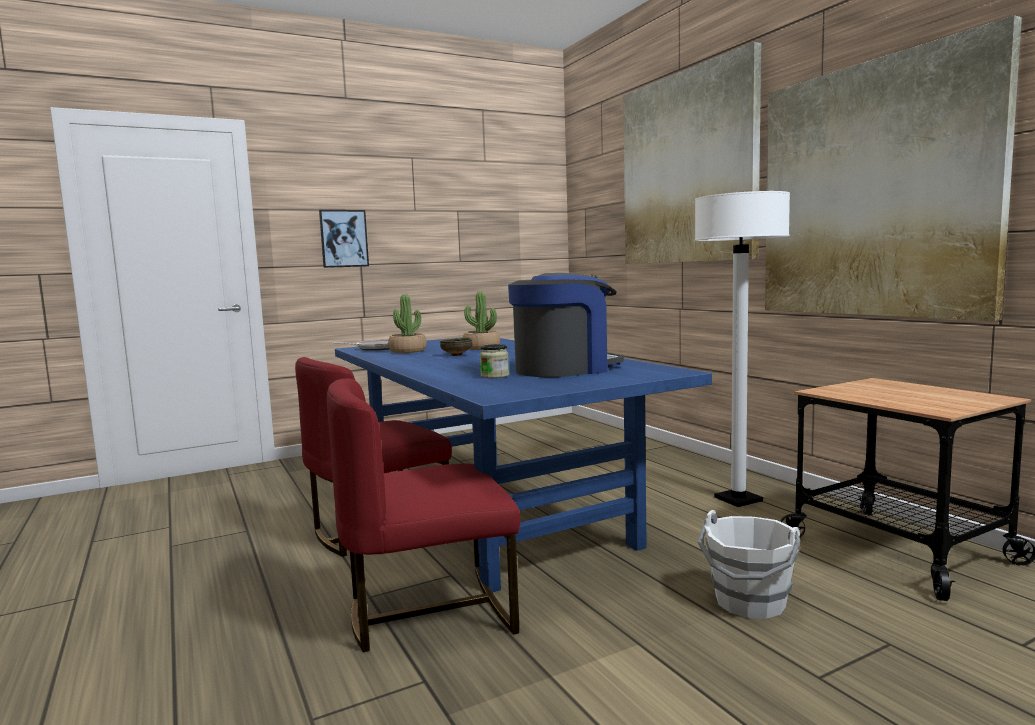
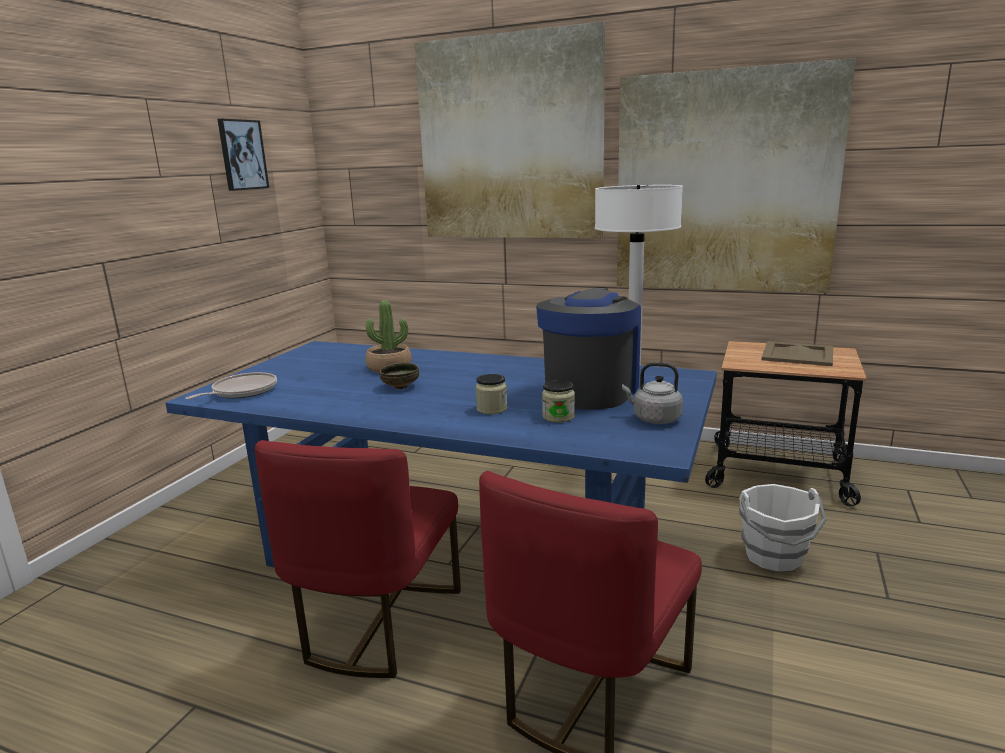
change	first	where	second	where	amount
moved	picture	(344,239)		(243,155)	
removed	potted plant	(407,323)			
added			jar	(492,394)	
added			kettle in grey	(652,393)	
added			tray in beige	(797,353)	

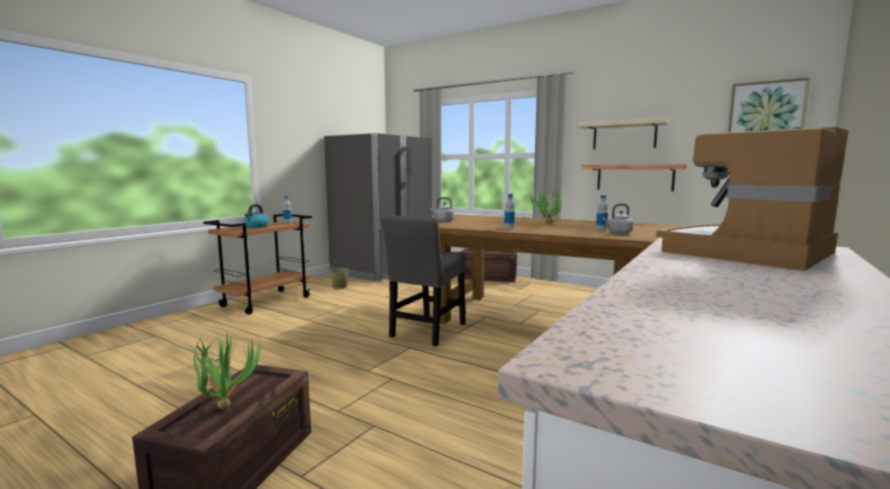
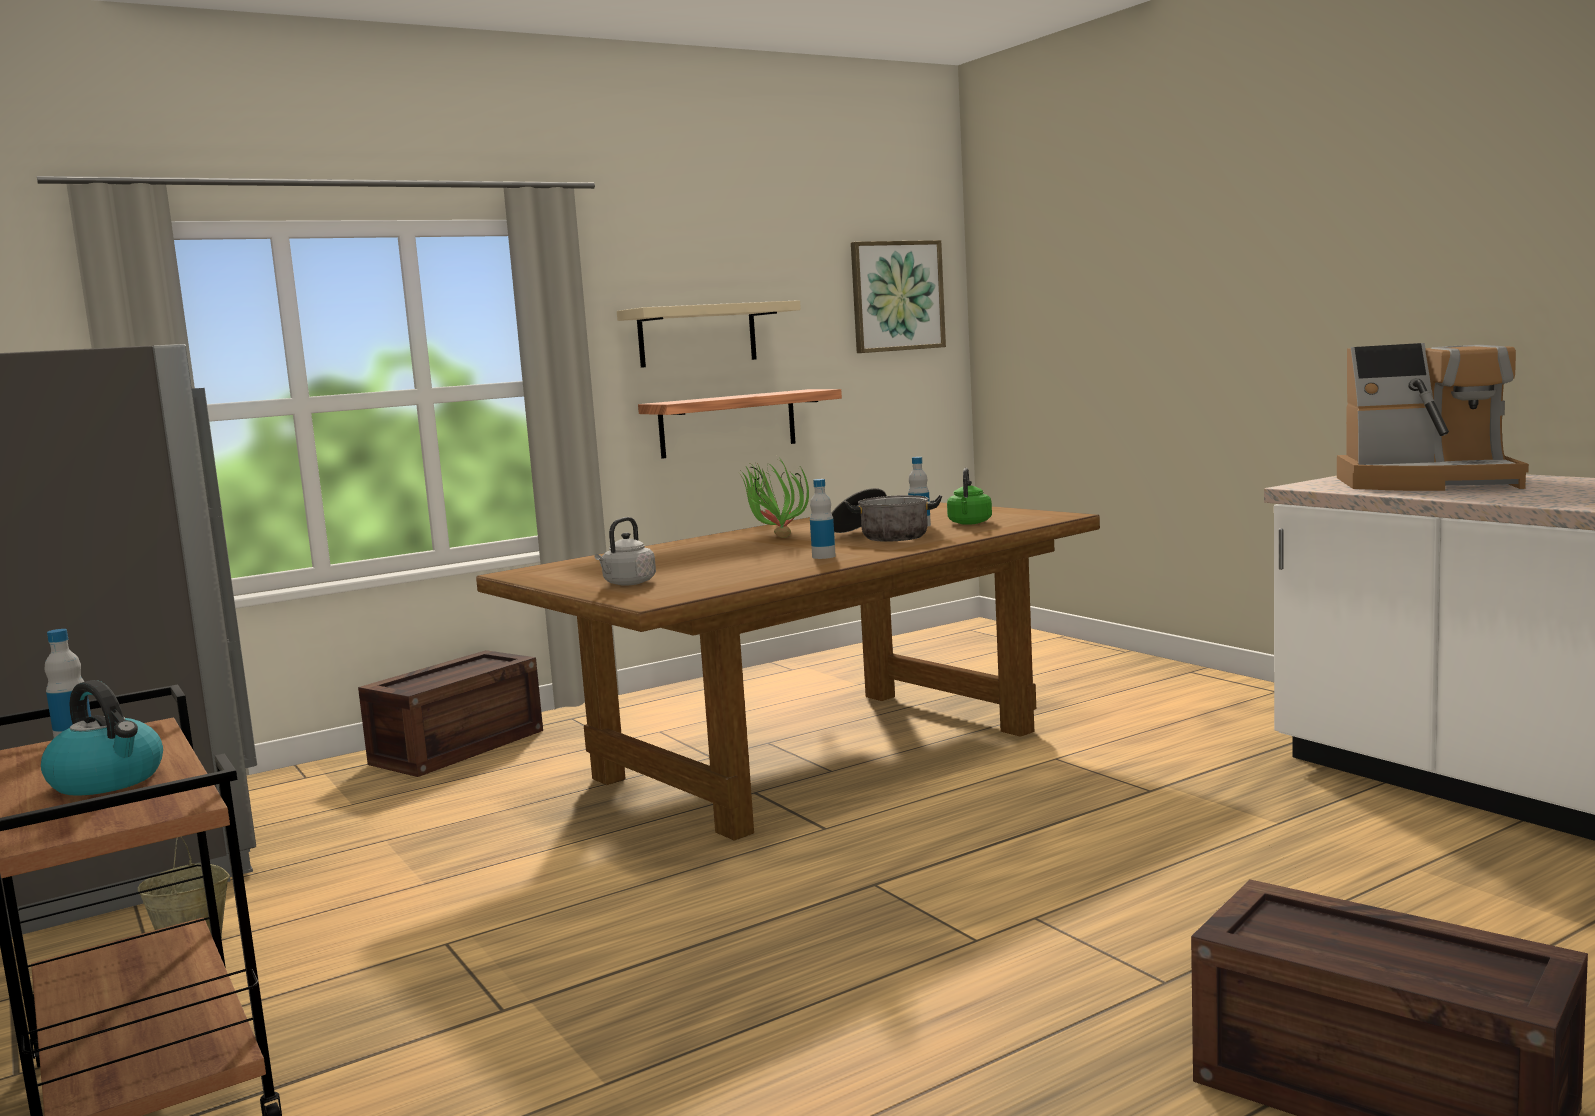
change	first	where	second	where	amount
removed	potted plant	(226,371)			
removed	chair in grey	(423,280)			
recoloured	kettle in grey	(618,219)	kettle in green	(969,496)	
turned	coffee machine	(752,199)		(1433,417)	60 degrees counterclockwise
added			cooking pot	(886,515)	

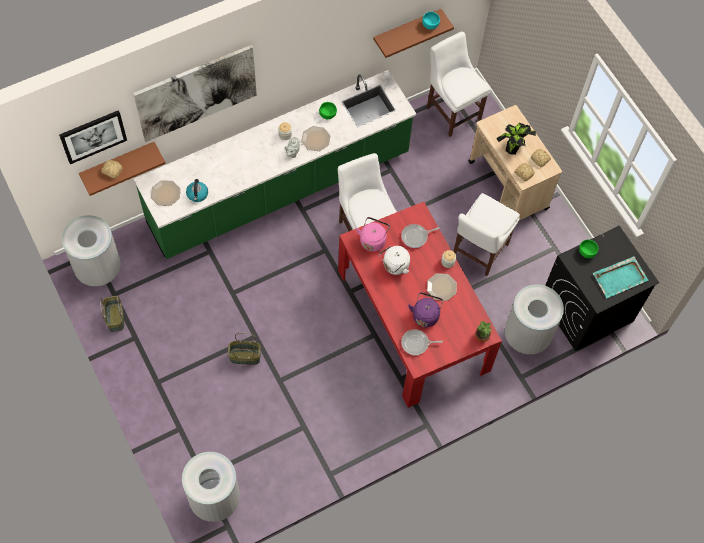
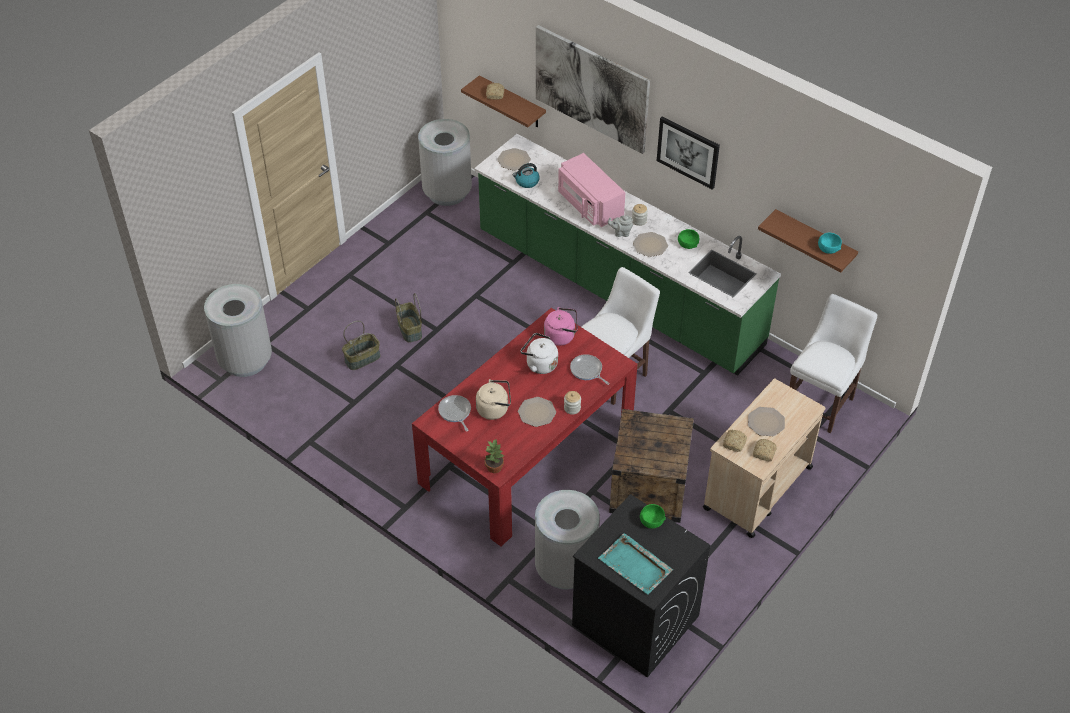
change	first	where	second	where	amount
moved	picture	(93,137)		(688,153)	
moved	basket	(112,313)		(361,345)	
recoloured	kettle in purple	(425,309)	kettle in beige	(493,399)	
replaced	chair in white	(486,234)	crate	(651,466)	
replaced	potted plant	(516,138)	plate	(766,421)	
added			microwave in pink	(592,190)	

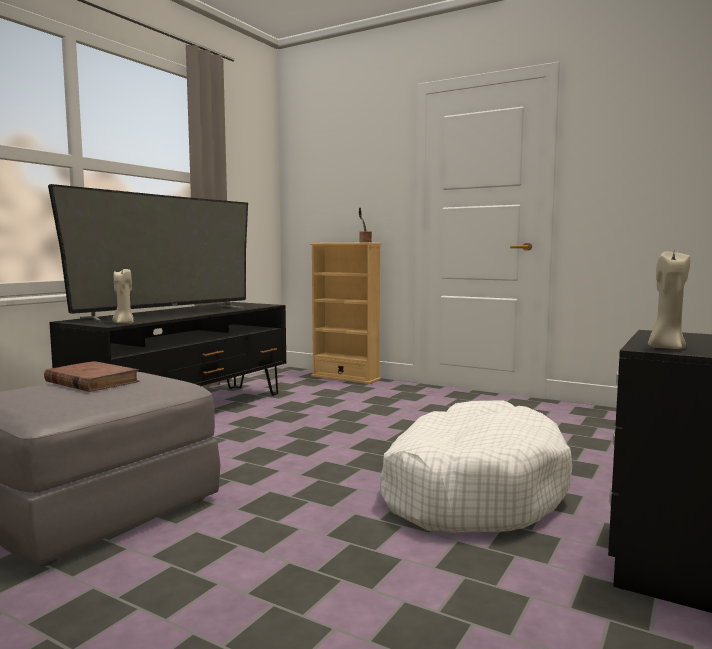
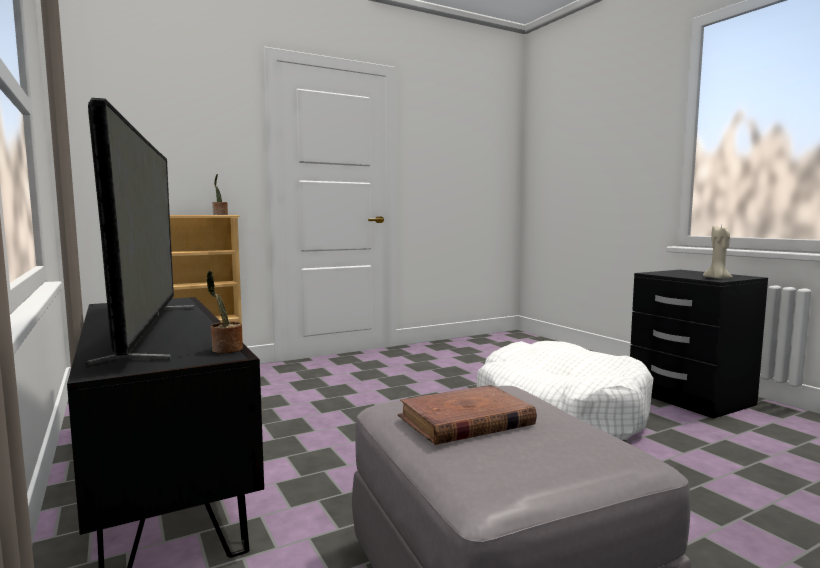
change	first	where	second	where	amount
replaced	candle in beige	(123,296)	potted plant	(224,311)	

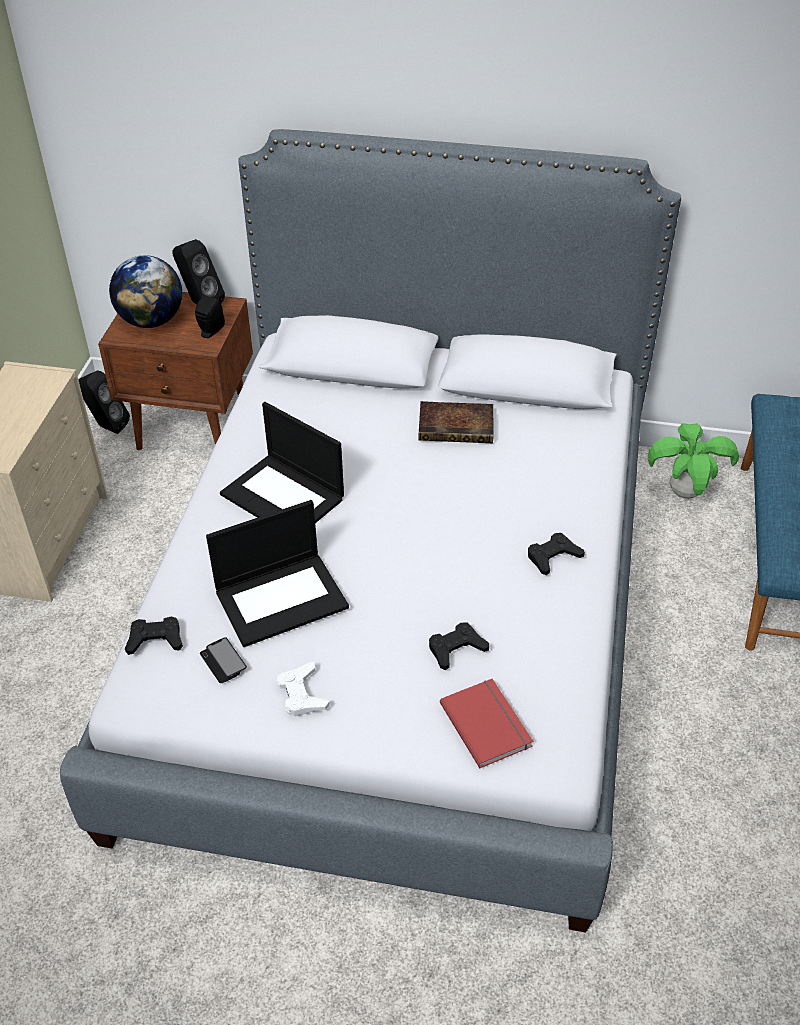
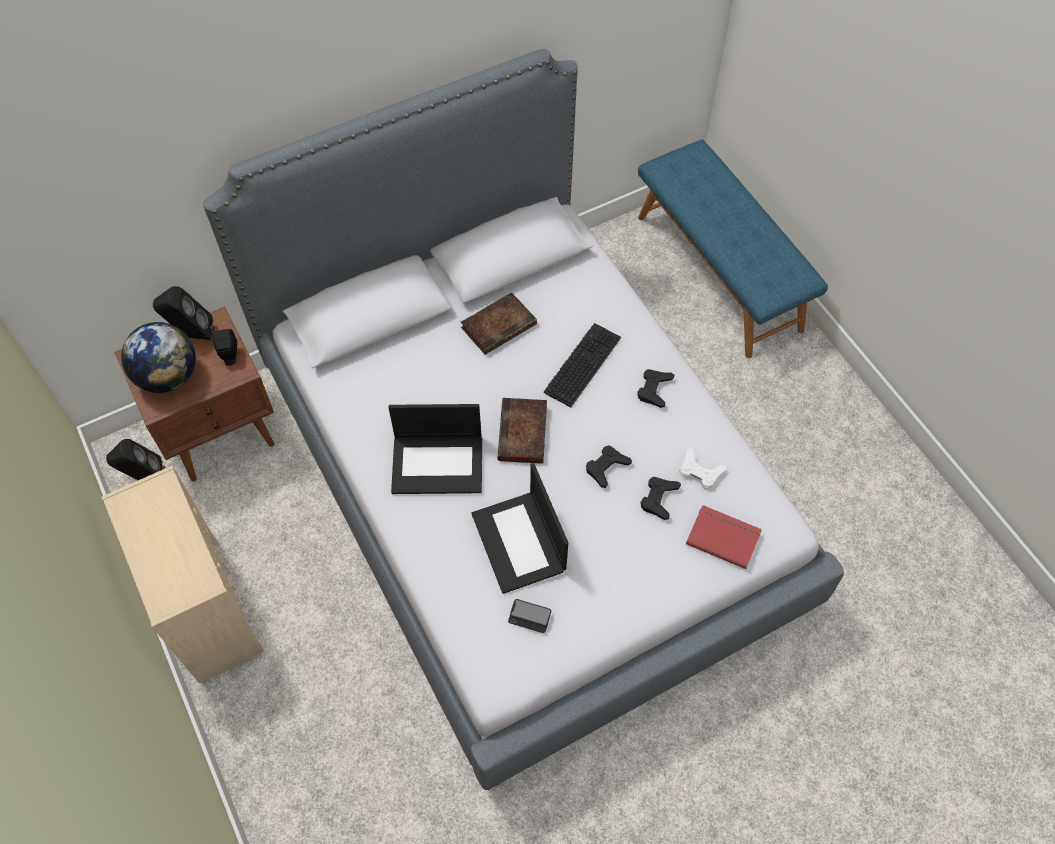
change	first	where	second	where	amount
moved	game controller in black	(154,635)		(609,466)	
turned	laptop	(277,573)		(520,528)	135 degrees clockwise
moved	game controller in white	(303,689)		(702,468)	
removed	potted plant	(693,461)			
added			book	(522,431)	
added			keyboard	(582,365)	

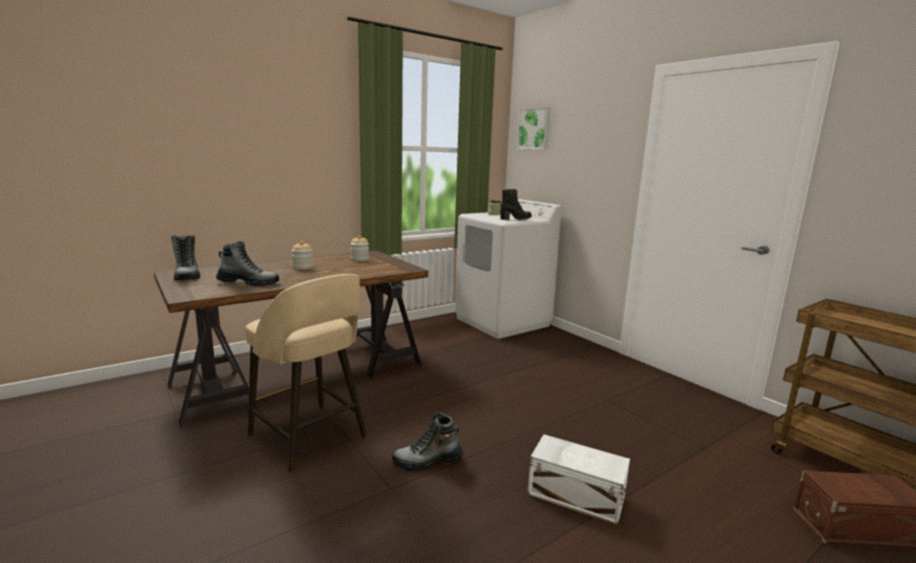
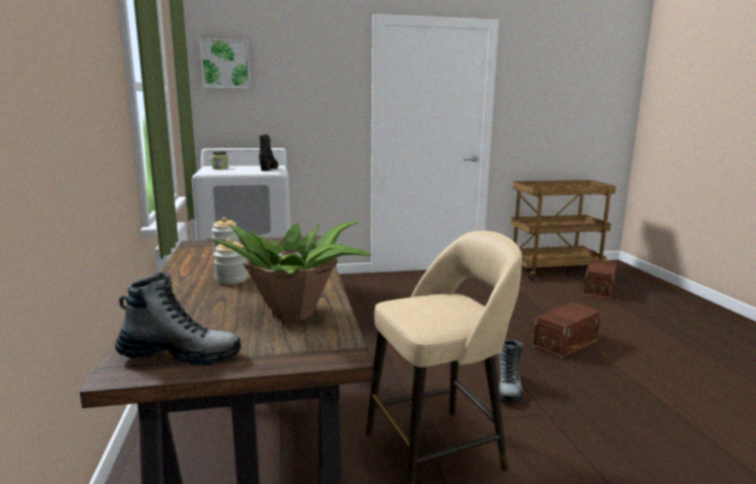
change	first	where	second	where	amount
replaced	boot	(247,263)	potted plant	(289,271)	
recoloured	storage box in white	(579,479)	storage box in brown	(567,330)	

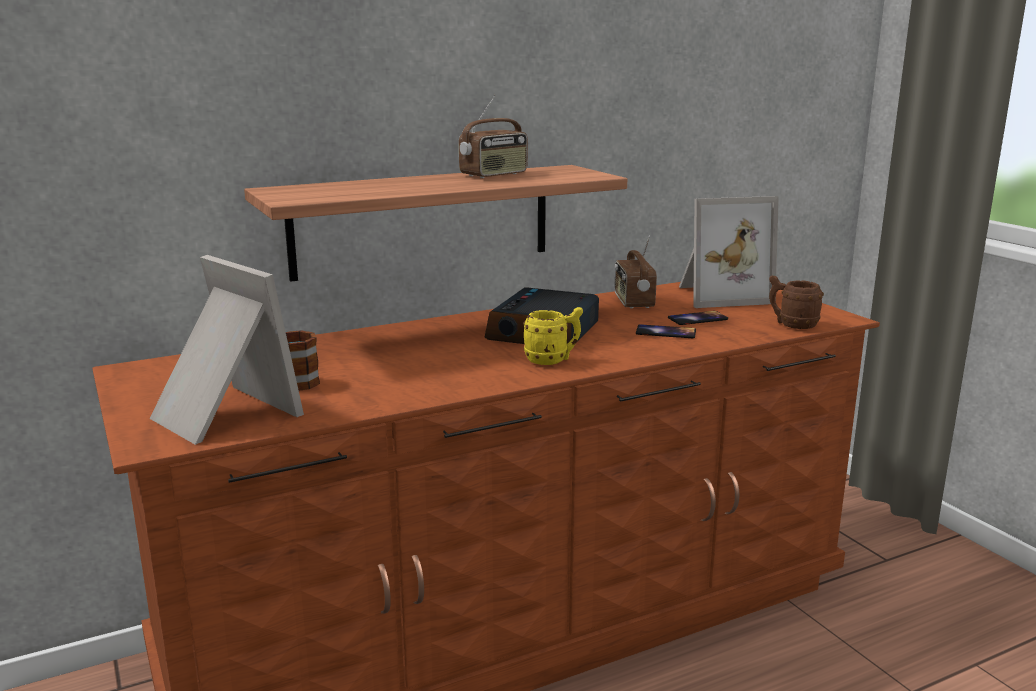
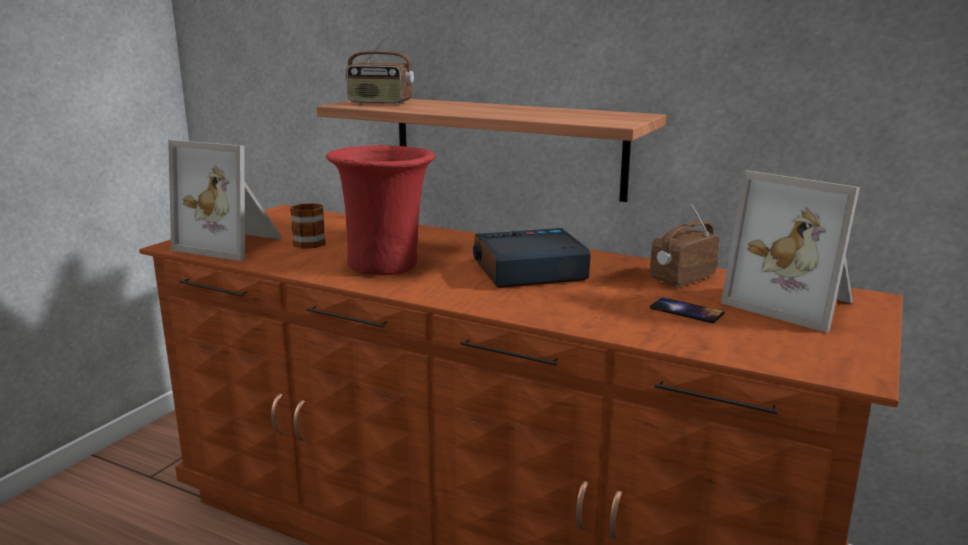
change	first	where	second	where	amount
turned	picture frame	(226,350)		(225,200)	105 degrees clockwise
moved	radio	(493,136)		(380,67)	
removed	mug in yellow	(553,336)			
removed	phone	(666,331)			
removed	mug in brown	(796,302)			
added			vase in red	(380,210)	

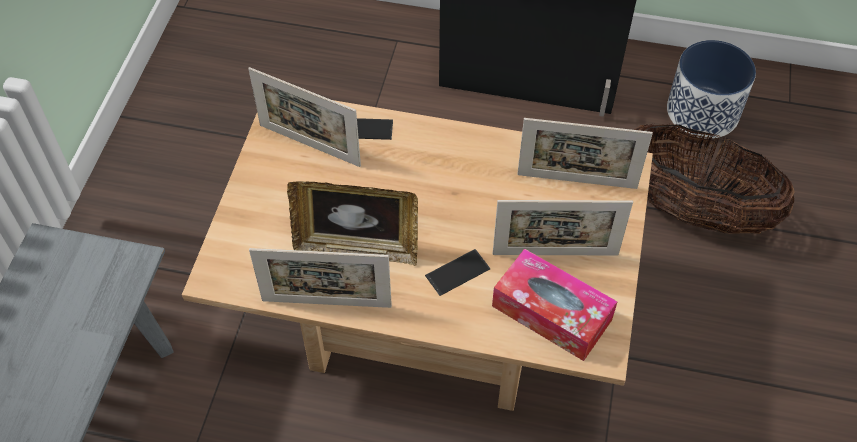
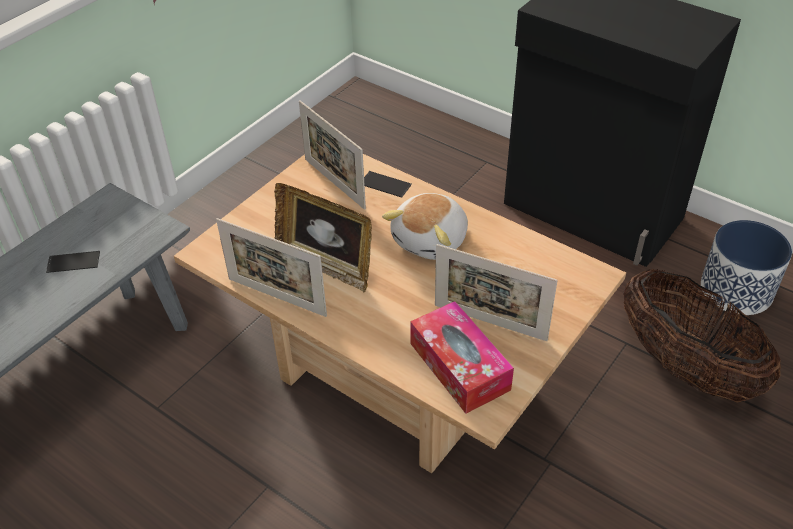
change	first	where	second	where	amount
moved	phone	(457,272)		(73,262)	
removed	picture frame	(585,153)			
added			plush toy	(425,226)	

